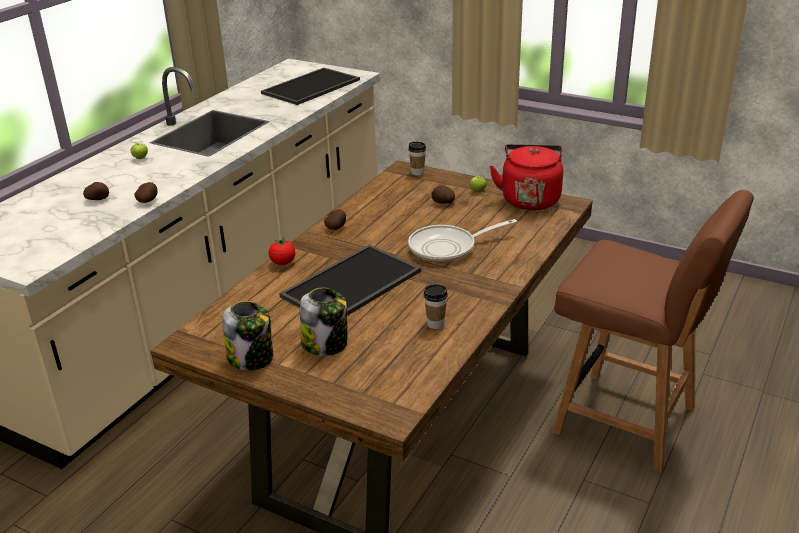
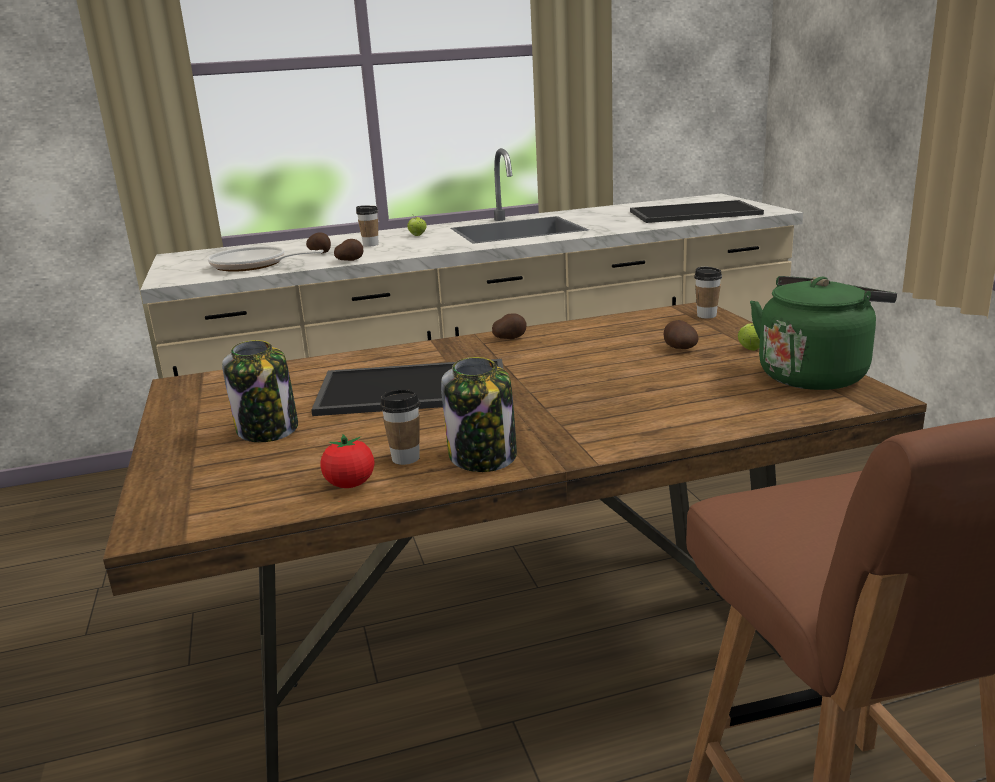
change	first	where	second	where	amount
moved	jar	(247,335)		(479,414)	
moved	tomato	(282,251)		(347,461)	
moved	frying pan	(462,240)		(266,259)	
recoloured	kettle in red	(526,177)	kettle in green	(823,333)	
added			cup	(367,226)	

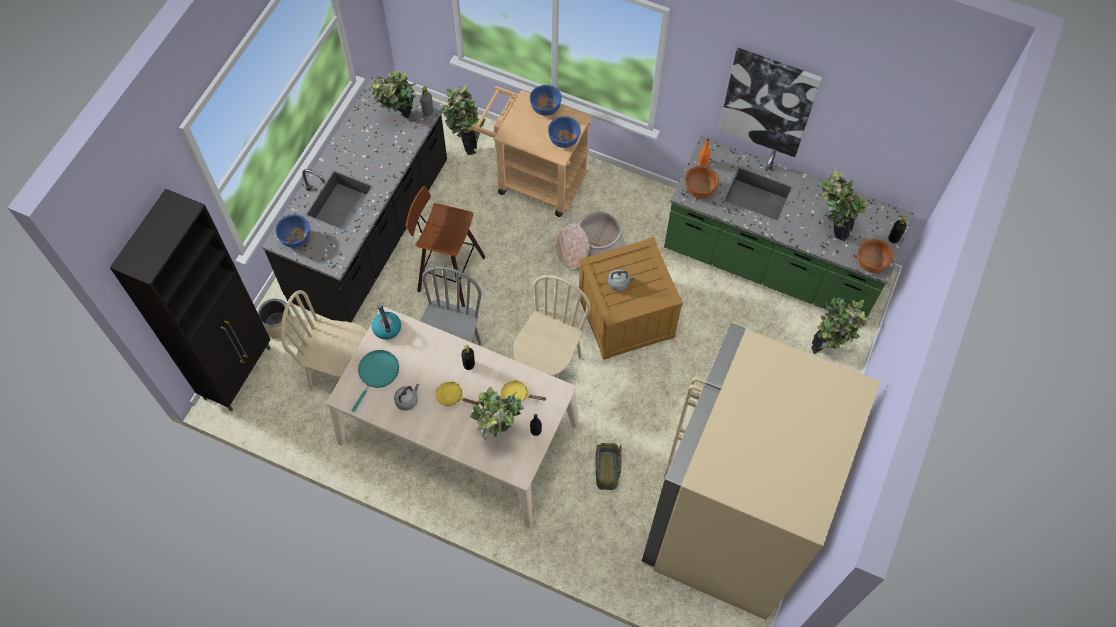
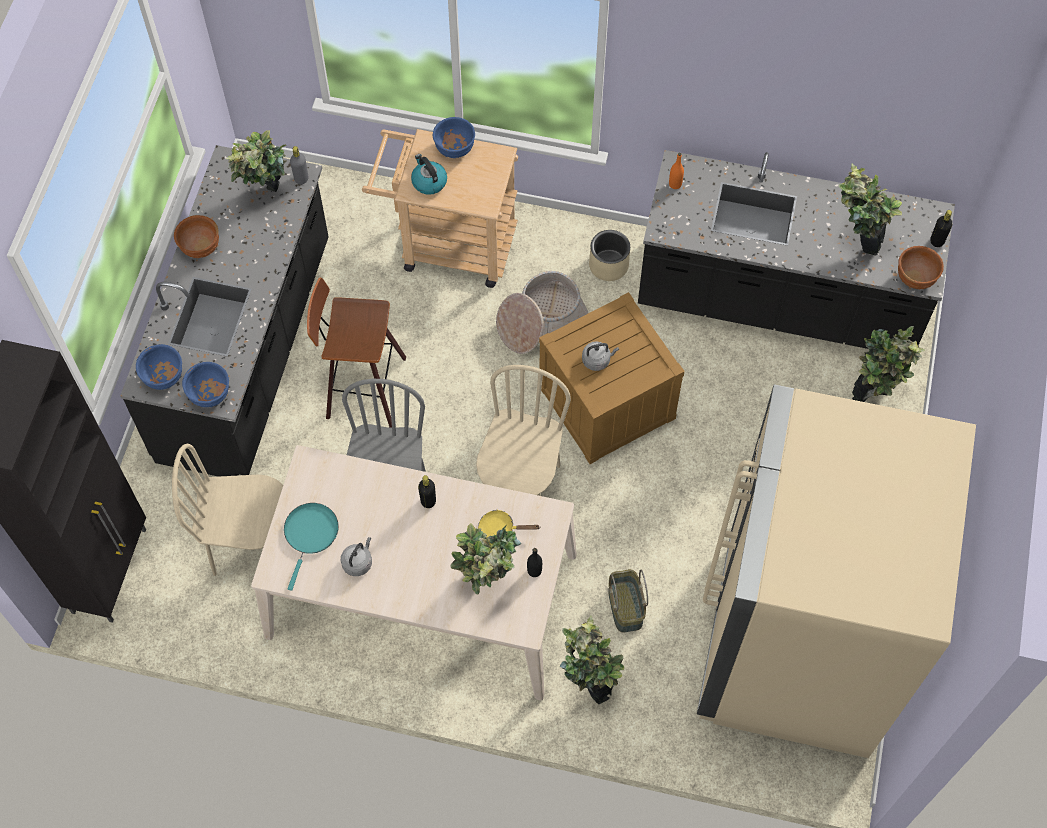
change	first	where	second	where	amount
moved	planter in beige	(275,319)		(609,255)	
moved	kettle	(386,322)		(429,174)	
removed	frying pan in yellow	(457,394)			
moved	potted plant	(463,119)		(592,660)	
moved	bowl in blue	(564,132)		(205,384)	
recoloured	counter in green	(788,226)	counter in black	(796,249)	
moved	bowl in brown	(702,182)		(196,236)	
removed	picture	(770,102)			

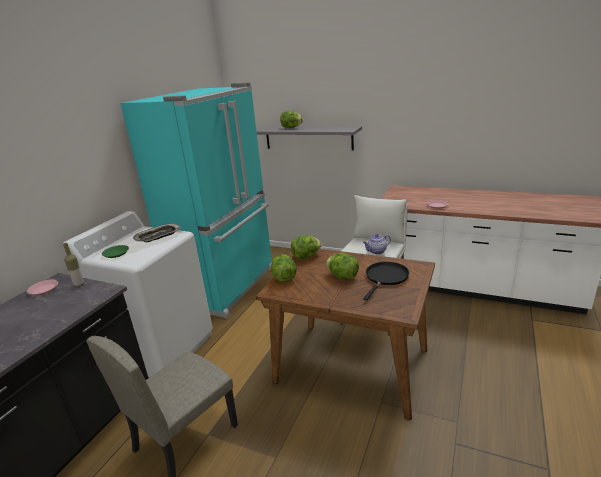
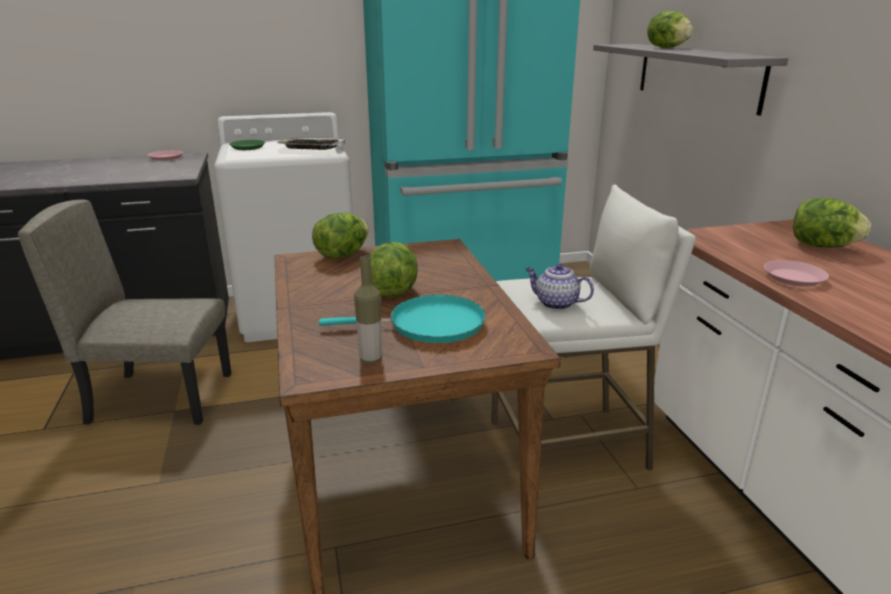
change	first	where	second	where	amount
moved	bottle	(73,265)		(368,310)	
moved	lettuce	(306,247)		(832,223)	
recoloured	frying pan in black	(386,280)	frying pan in turquoise	(402,319)	

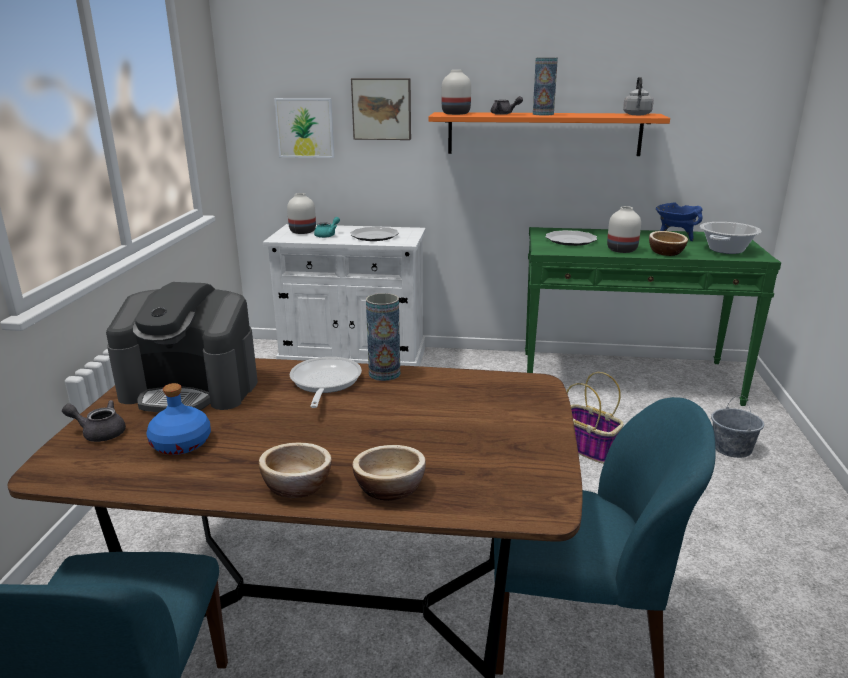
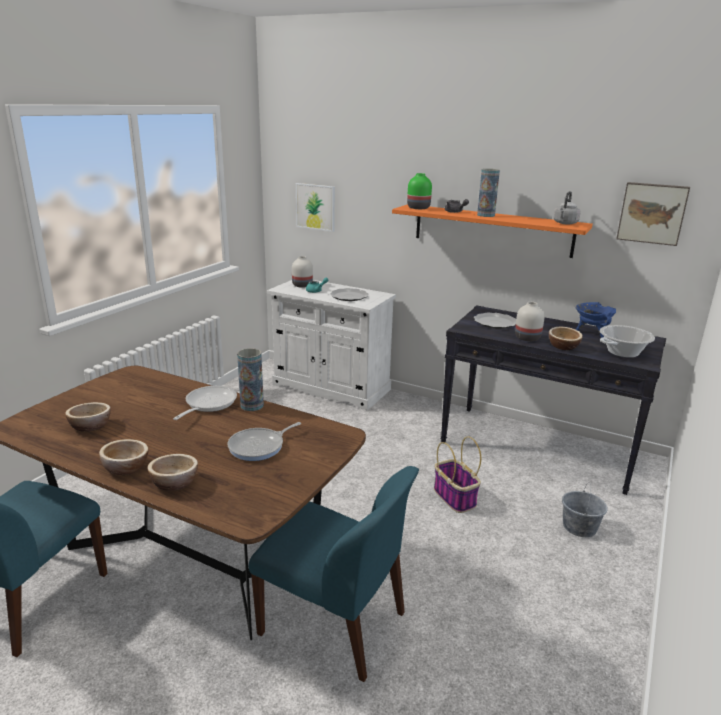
change	first	where	second	where	amount
removed	teapot in grey	(94,421)			
removed	coffee machine	(182,347)			
replaced	bottle in blue	(179,419)	bowl	(88,417)	
moved	picture	(381,109)		(653,214)	
recoloured	vase in white	(456,92)	vase in green	(419,191)	
recoloured	console table in green	(653,316)	console table in black	(553,400)	
added			frying pan	(264,441)	

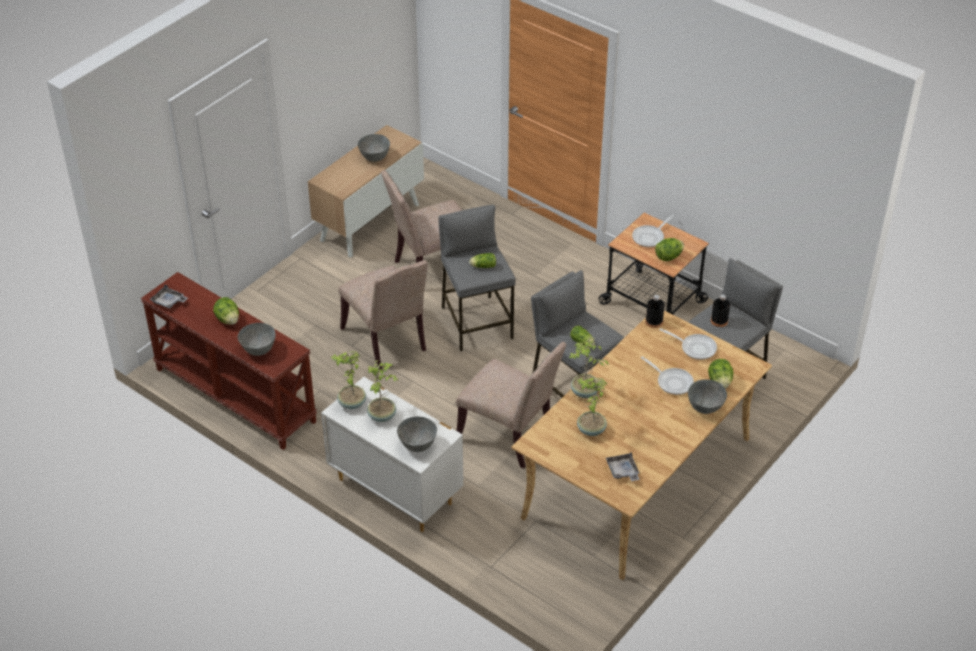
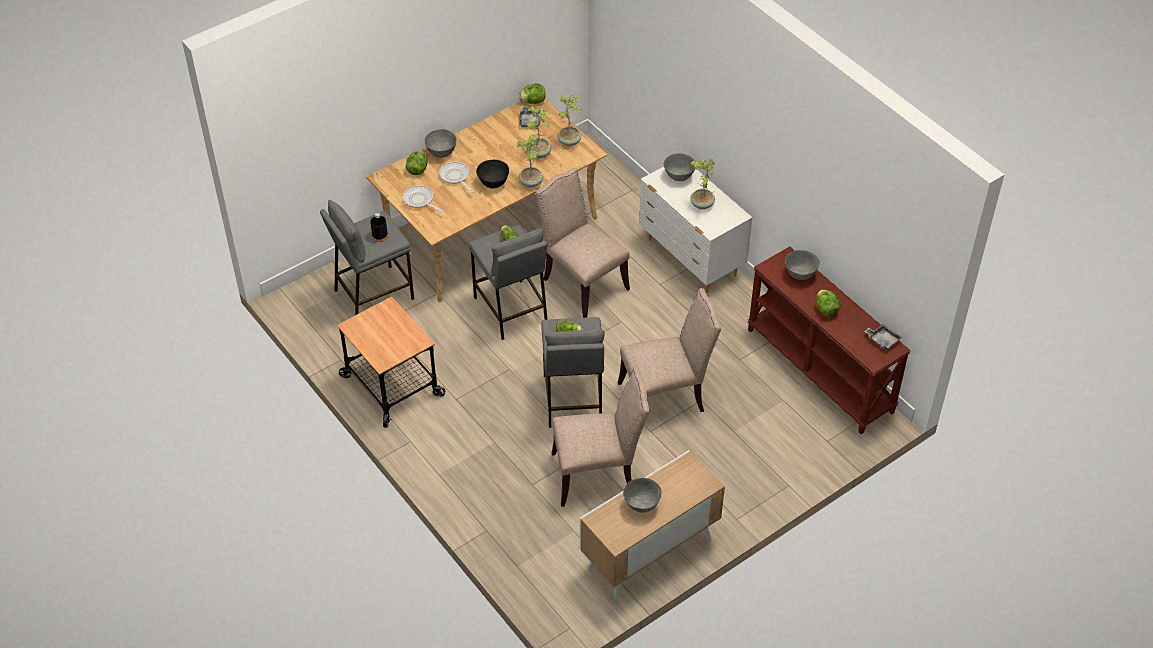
change	first	where	second	where	amount
moved	potted plant	(348,380)		(570,120)	
turned	chair in beige	(383,315)		(669,350)	90 degrees clockwise
removed	frying pan	(653,231)			
removed	bottle in black	(655,311)			
moved	lettuce	(669,249)		(532,94)	
added			bowl in black	(492,174)	

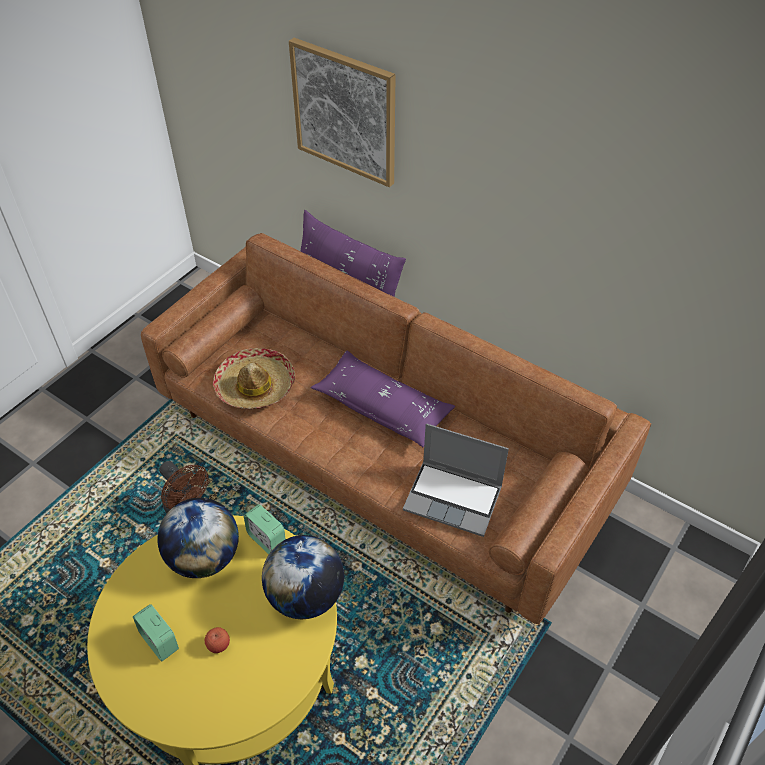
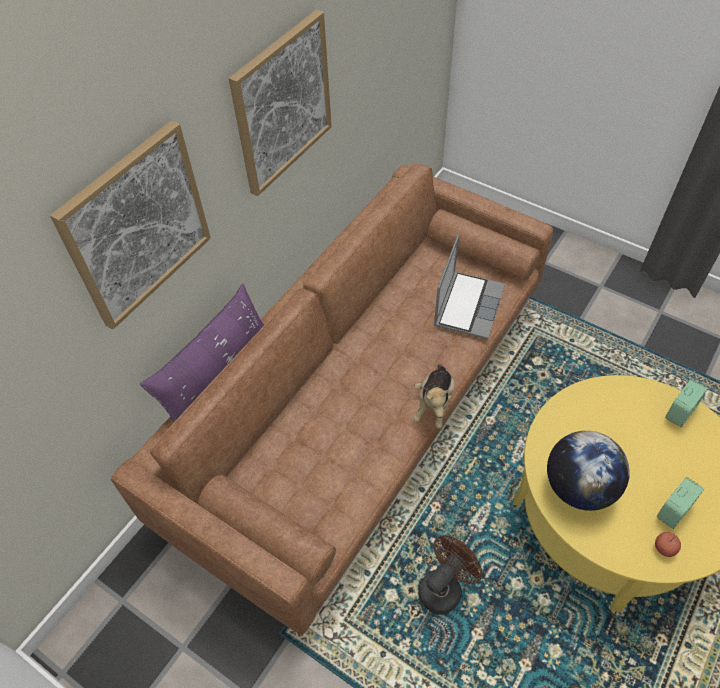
change	first	where	second	where	amount
moved	apple	(217,640)		(668,544)	
removed	hat	(254,379)			
moved	alarm clock	(264,529)		(686,403)	
removed	globe	(303,577)			
removed	pillow in purple	(382,399)			
added			picture	(280,103)	
added			plush toy	(434,396)	

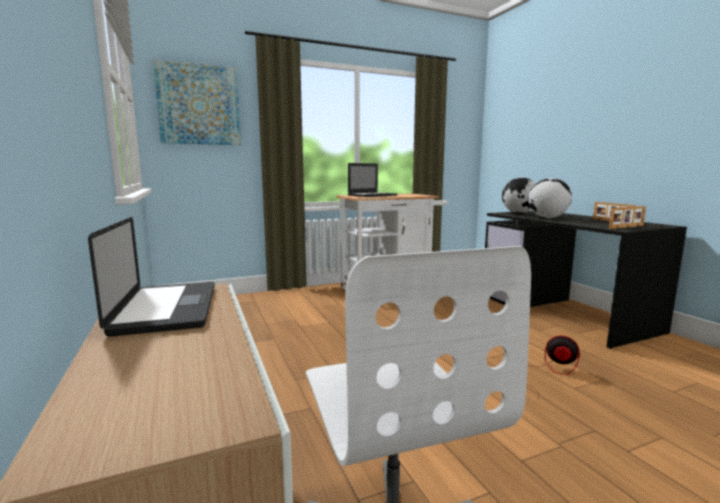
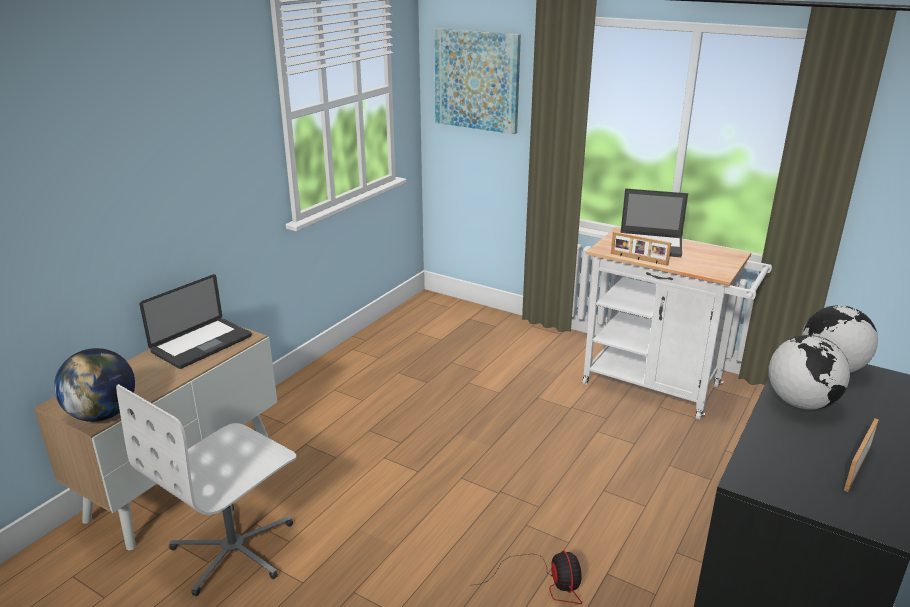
change	first	where	second	where	amount
moved	picture frame	(627,217)		(641,249)	
added			globe	(94,385)	

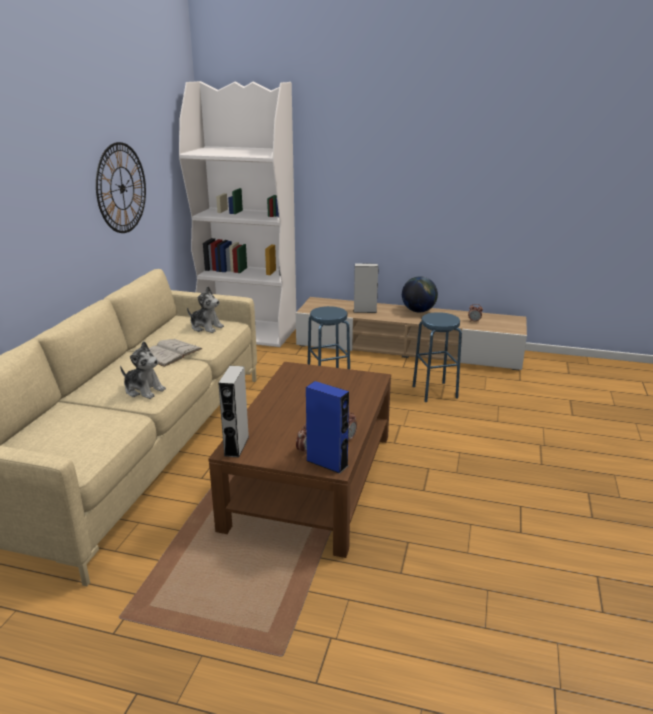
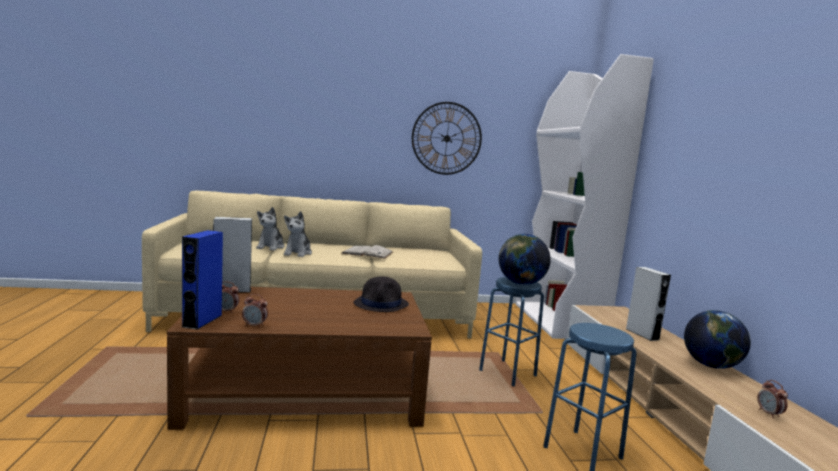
change	first	where	second	where	amount
moved	plush toy	(205,309)		(270,228)	
added			hat in black	(381,294)	
added			globe	(525,259)	

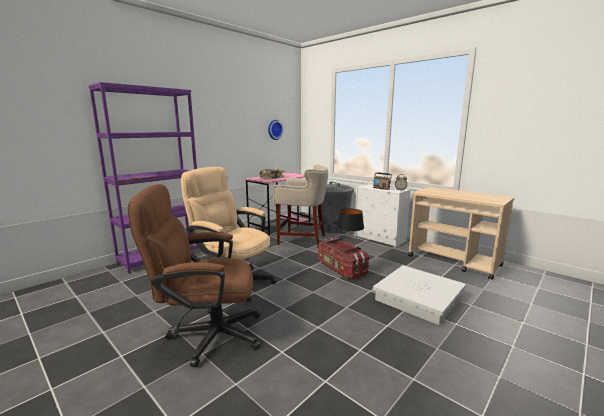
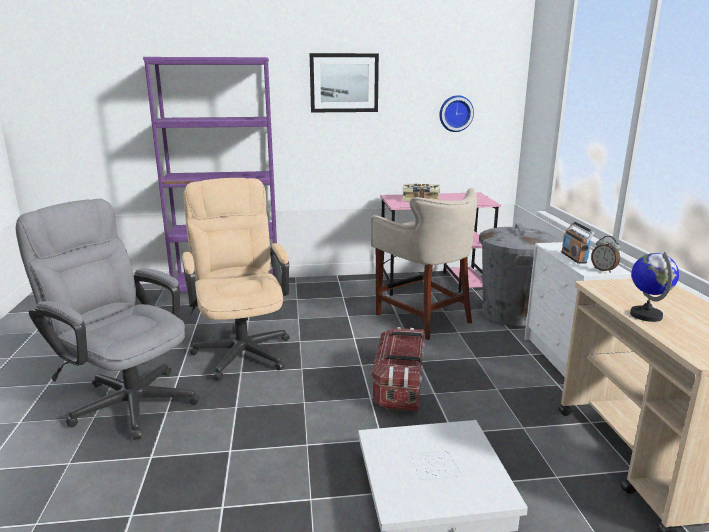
change	first	where	second	where	amount
recoloured	office chair in brown	(194,275)	office chair in grey	(107,319)	
removed	table lamp in black	(350,229)			
added			picture	(344,82)	
added			globe	(654,287)	

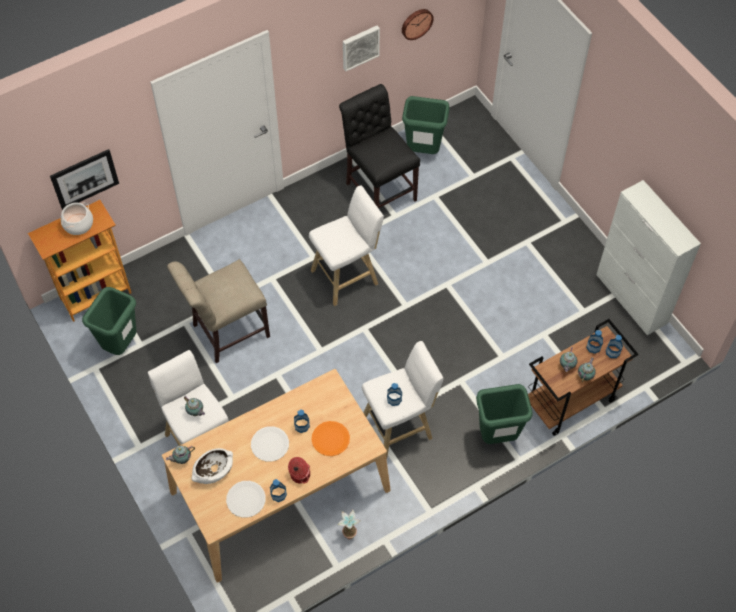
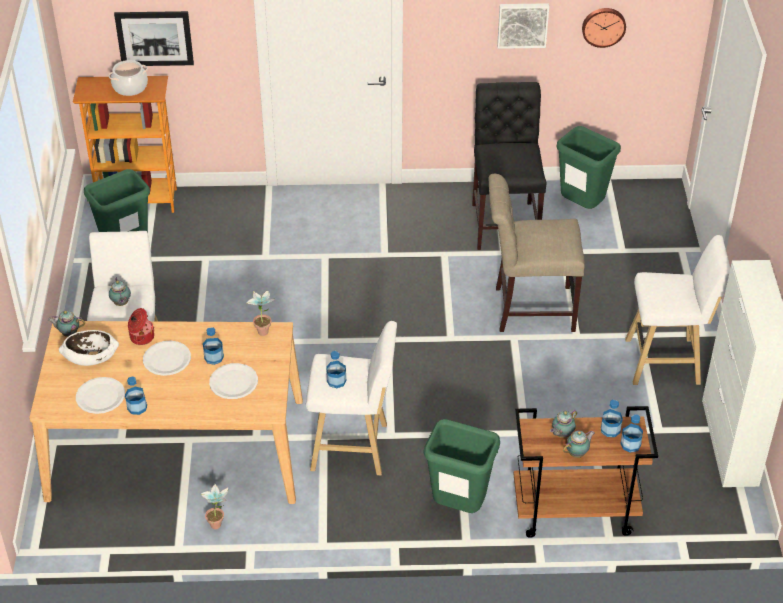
change	first	where	second	where	amount
moved	chair in beige	(218,311)		(536,253)	
moved	cooking pot	(299,470)		(141,326)	
moved	stool in white	(346,245)		(677,310)	
recoloured	plate in orange	(331,438)	plate in white	(233,381)	
added			potted plant	(261,312)	

